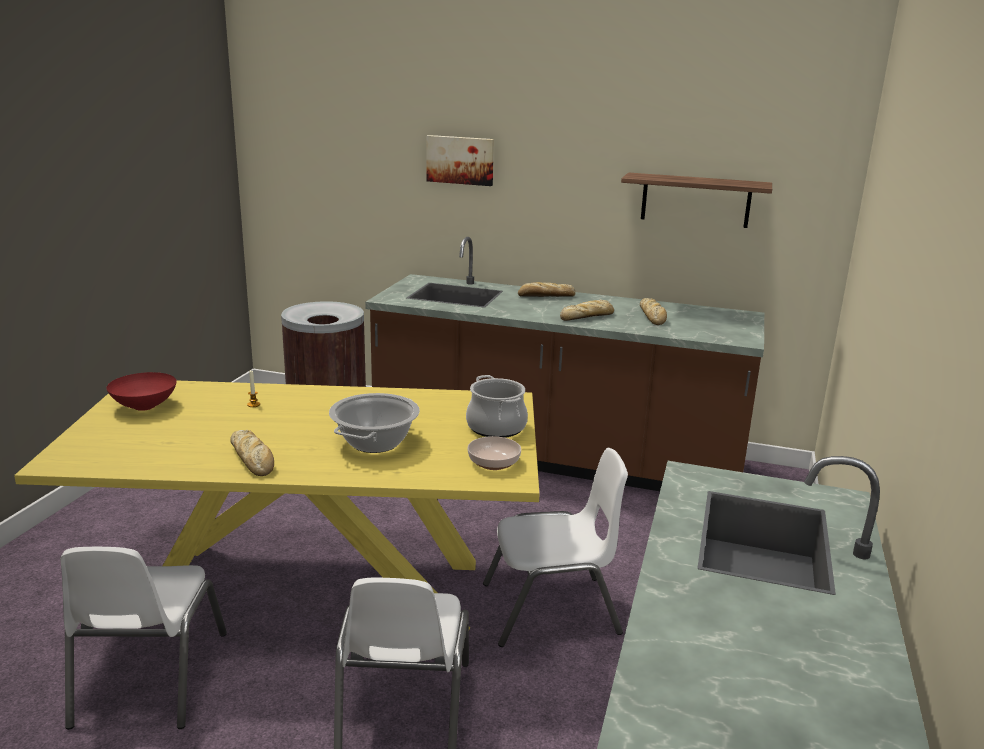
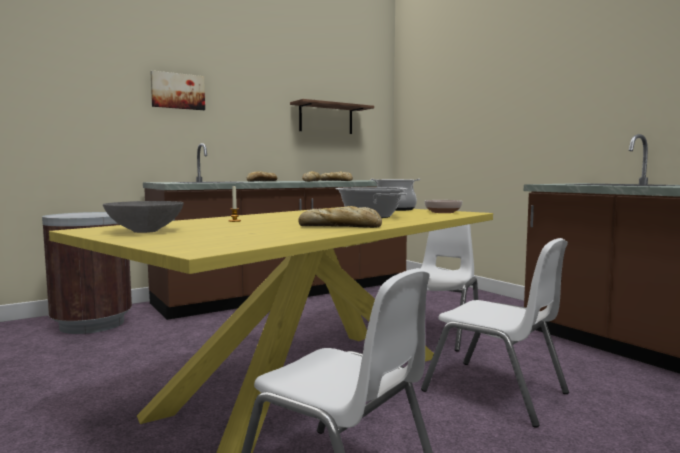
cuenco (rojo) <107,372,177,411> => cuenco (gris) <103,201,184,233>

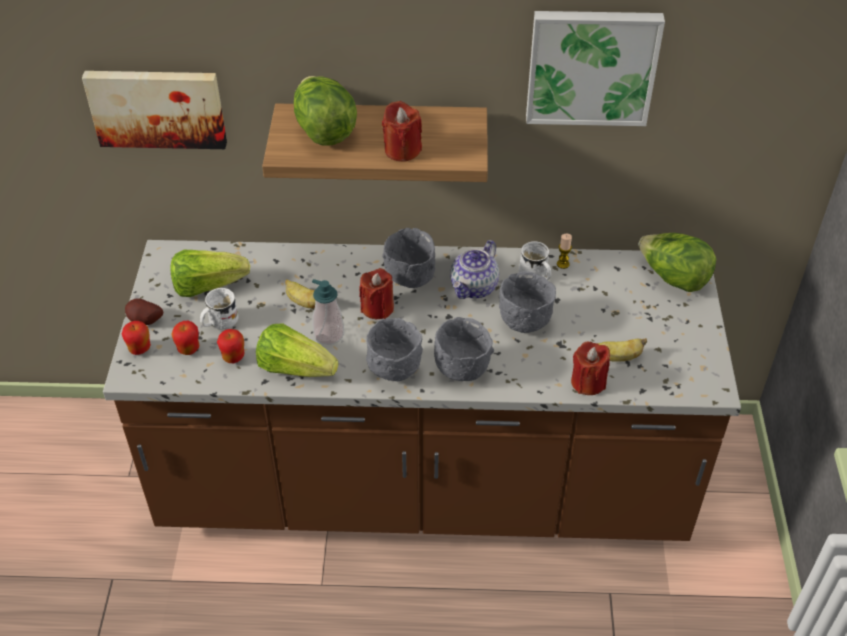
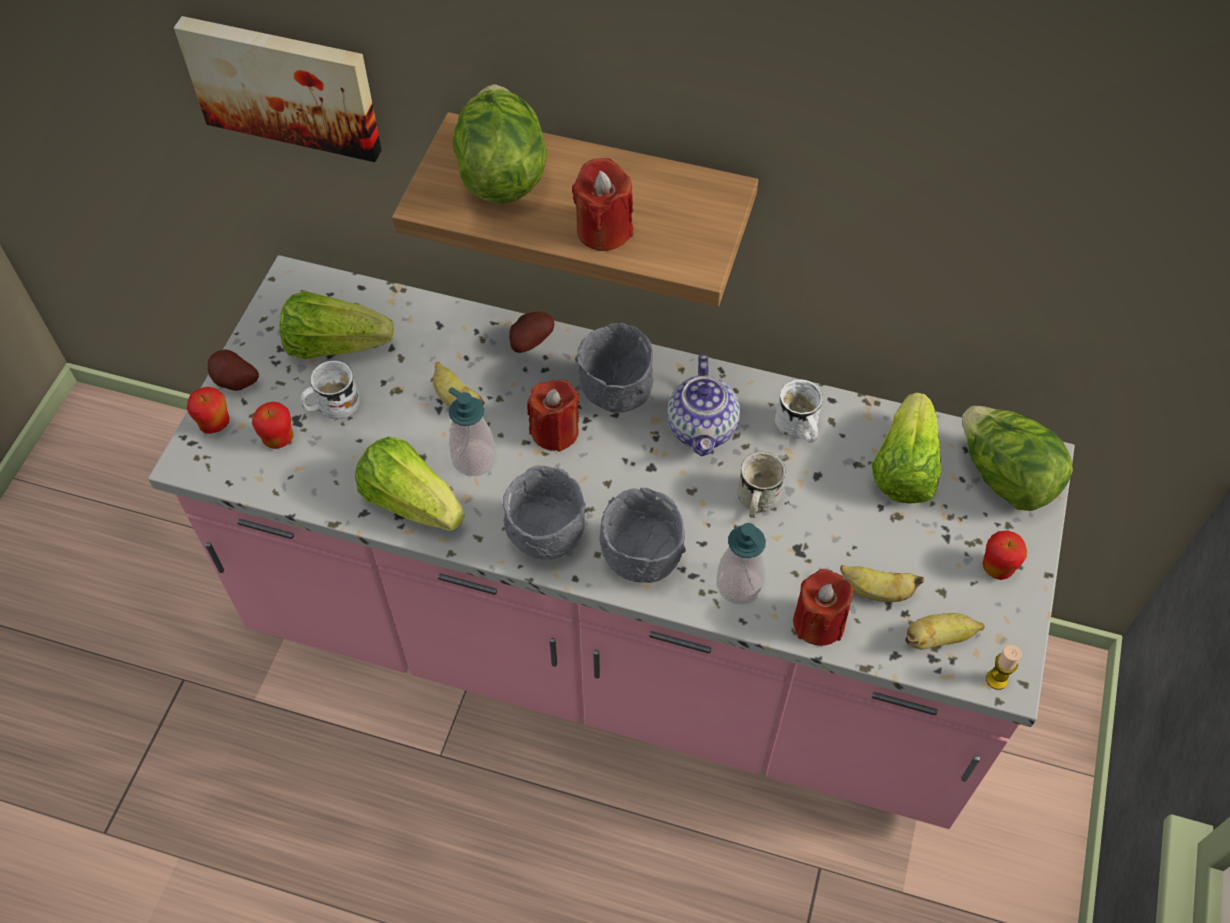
cuadro <526,11,665,126> => nothing
nothing => patata <509,312,555,353>
nothing => dispensador de jabón <716,523,766,605>
nothing => lechuga <872,392,941,504>
nothing => plátano <905,613,985,649>
manzana <217,329,244,363> => manzana <982,530,1027,580>, move
vela <557,234,572,269> => vela <986,645,1022,690>, move
cuenco (gris) <499,271,556,333> => taza grande (blanco) <737,452,786,518>
mueble bajo de cocina (marrón) <103,240,741,541> => mueble bajo de cocina (rosa) <148,255,1075,829>
tetera <450,240,499,299> => tetera <667,355,740,457>, 45 degrees counterclockwise

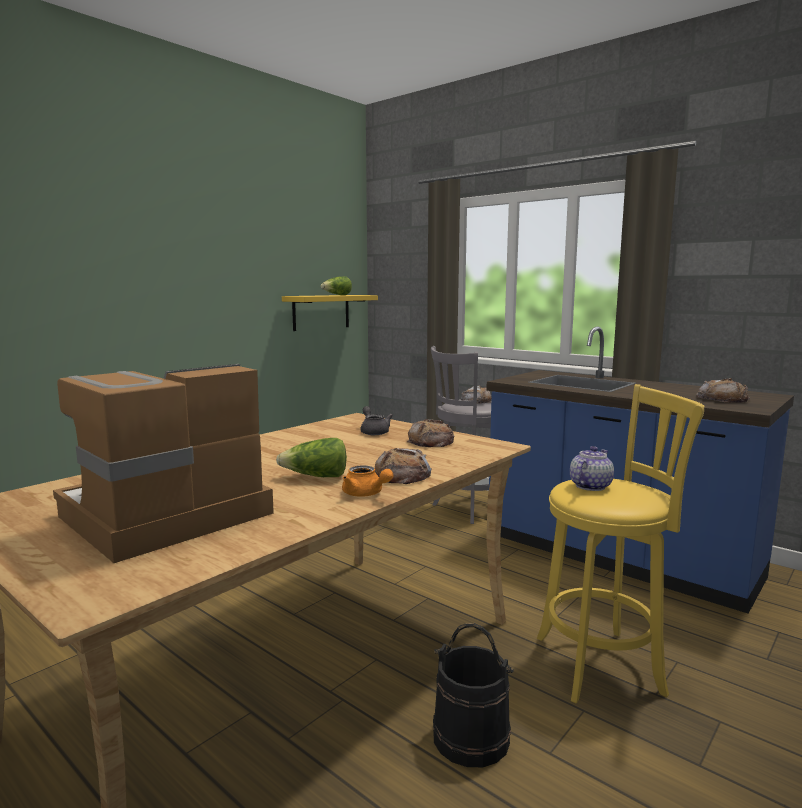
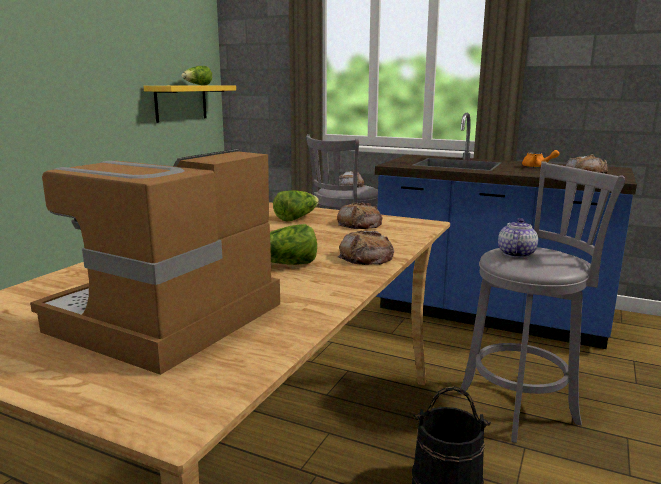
tetera (naranja) <342,465,394,497> => tetera (naranja) <522,150,560,168>, move
tetera (gris) <360,406,393,435> => lechuga <273,190,319,221>
taburete (amarillo) <537,384,705,703> => taburete (gris) <458,161,625,443>

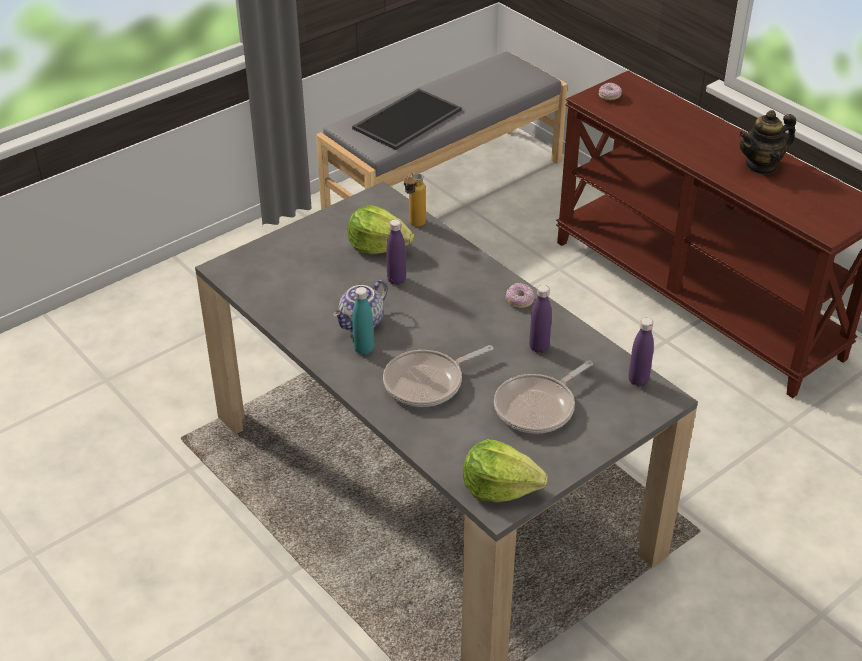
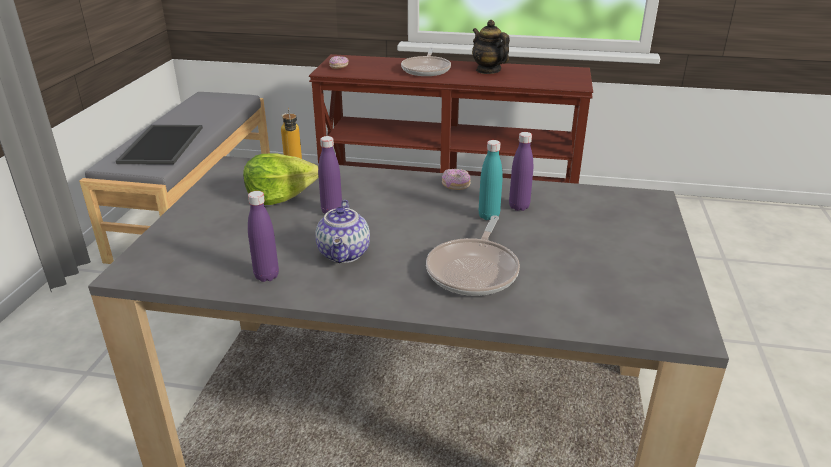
lechuga <463,439,548,502> => nothing
botella (turquesa) <352,287,374,355> => botella (turquesa) <479,140,503,220>, move
sartén <494,360,593,434> => sartén <401,48,451,76>, move
botella (morado) <629,318,654,387> => botella (morado) <248,191,279,282>, move
tetera <739,110,796,175> => tetera <472,20,510,74>, 120 degrees clockwise

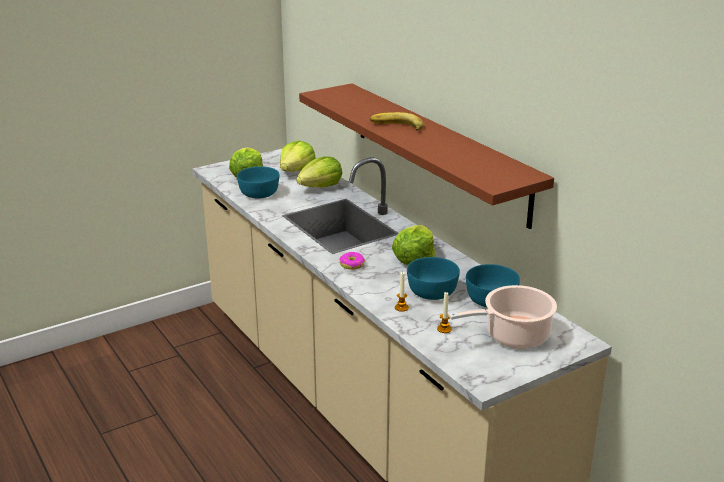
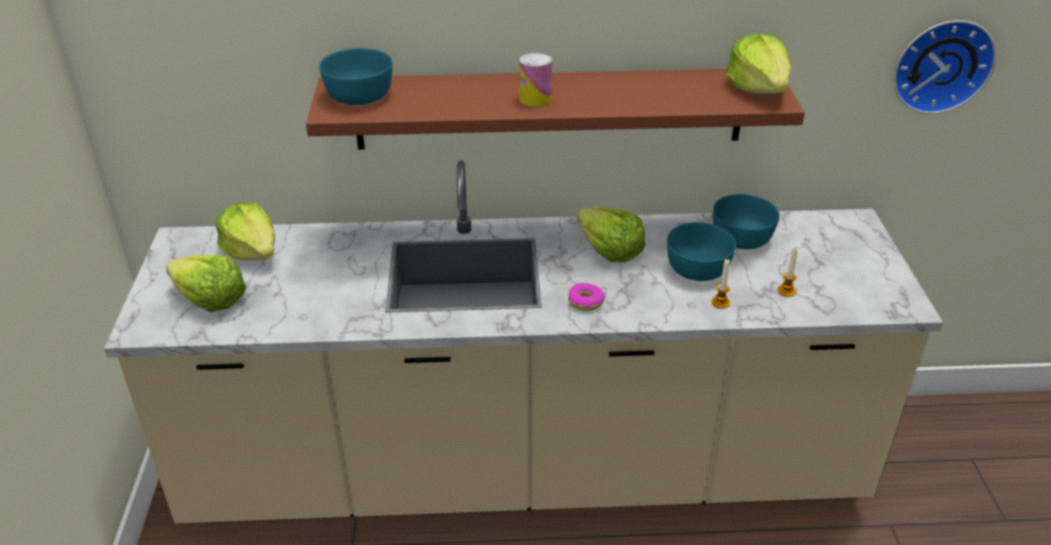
olla <448,285,557,349> => nothing
nothing => reloj de pared <894,20,996,114>
cuenco (turquesa) <237,166,279,198> => cuenco (turquesa) <319,48,393,105>, move
lechuga <296,156,342,187> => lechuga <725,34,792,94>, move
plátano <370,112,424,131> => lata <519,53,552,107>

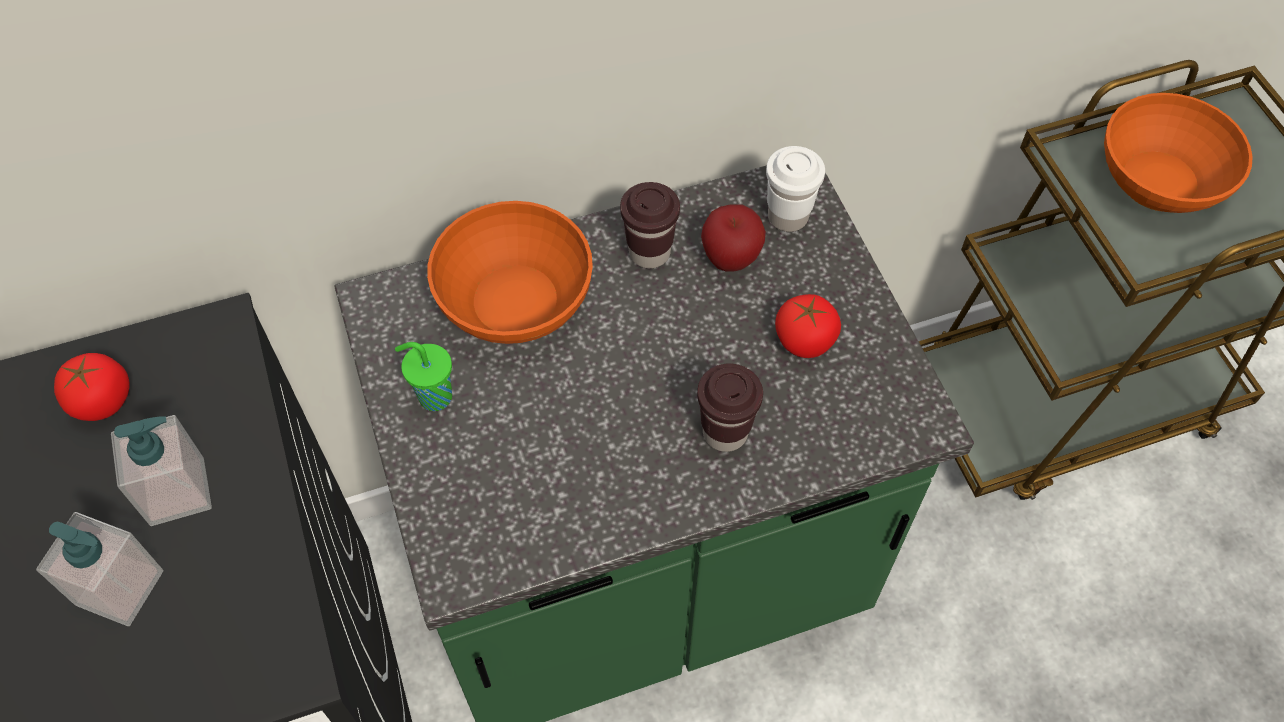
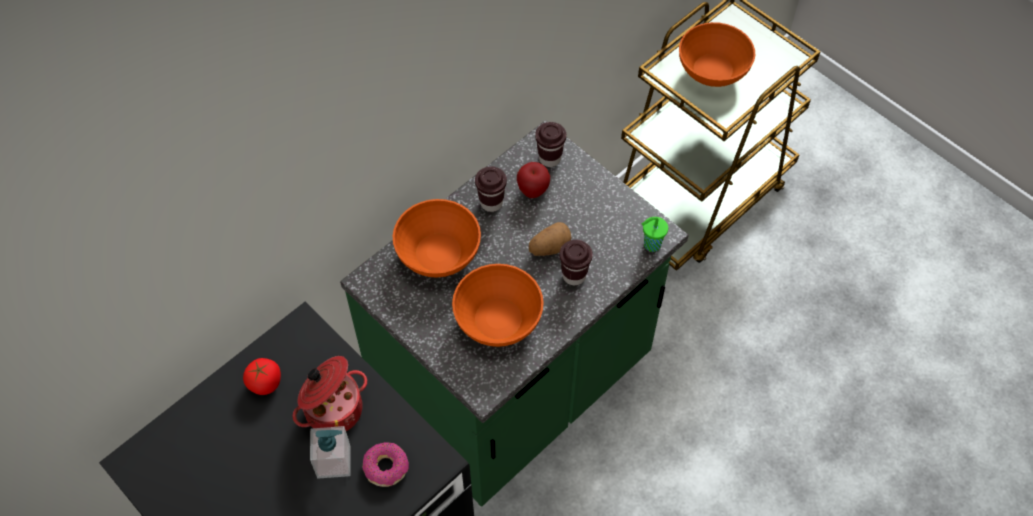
tomate <775,294,841,358> => nothing
nothing => rosquilla <363,443,409,487>
nothing => cuenco (naranja) <452,264,544,347>
nothing => patata <529,222,571,256>
taza (verde) <395,342,452,411> => taza (verde) <642,217,668,252>, move
dispensador de jabón <111,415,212,526> => olla <293,356,367,431>
taza (blanco) <766,146,825,232> => taza (marrón) <535,122,566,167>

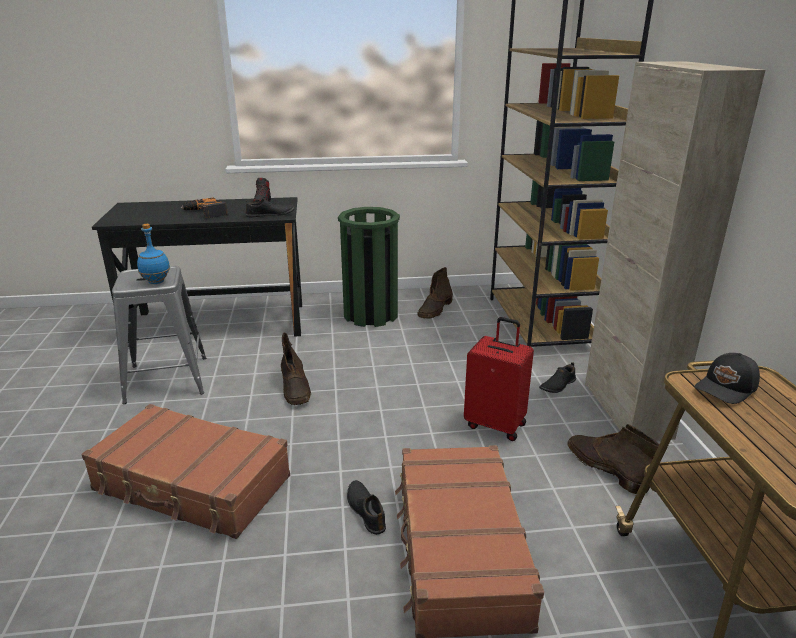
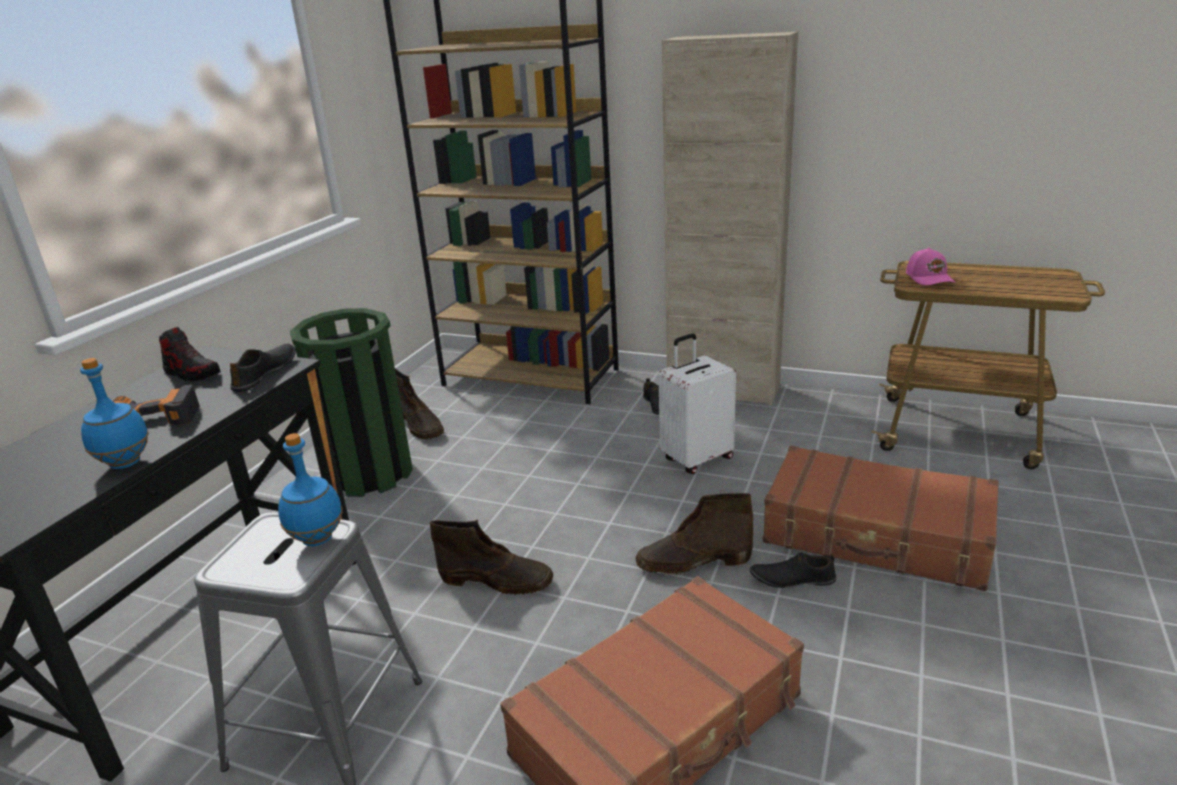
nothing => botella (azul) <80,358,149,469>
bota (marrón) <567,424,659,494> => bota (marrón) <635,493,753,575>, move
maleta (rojo) <464,317,534,441> => maleta (blanco) <658,334,736,474>
gorra (negro) <694,353,760,404> => gorra (rosa) <906,248,955,285>

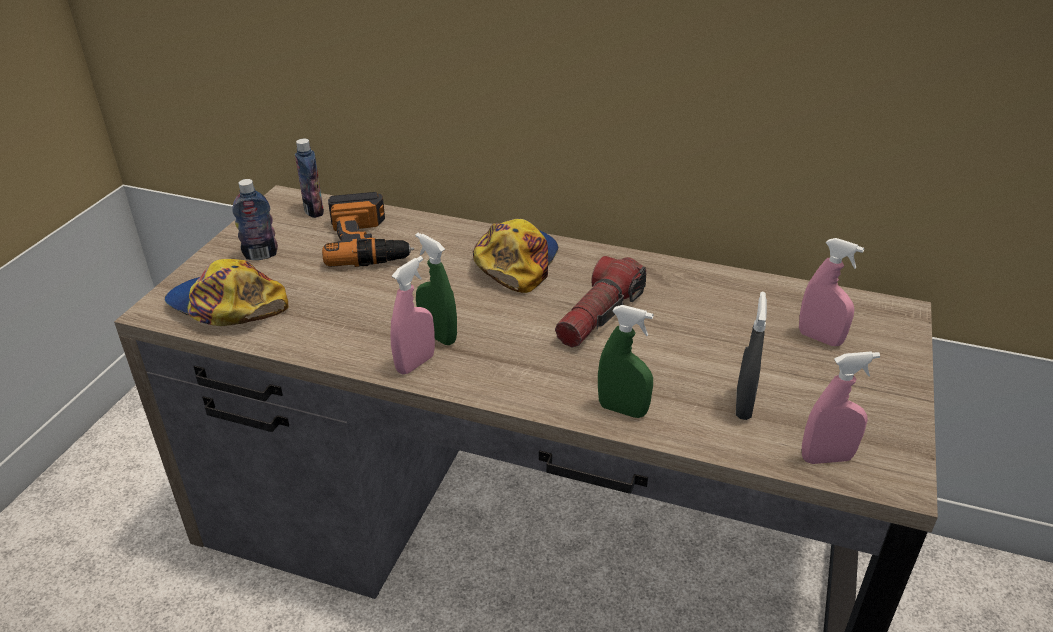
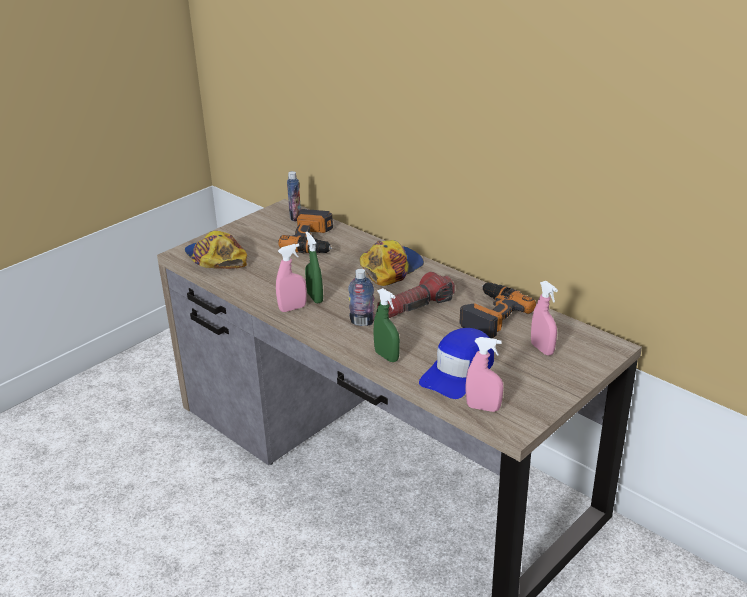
nothing => taladro <459,282,536,338>
botella <232,179,278,260> => botella <348,269,375,326>, move
pulverizador (gris) <736,292,767,420> => gorra (azul) <419,328,494,399>

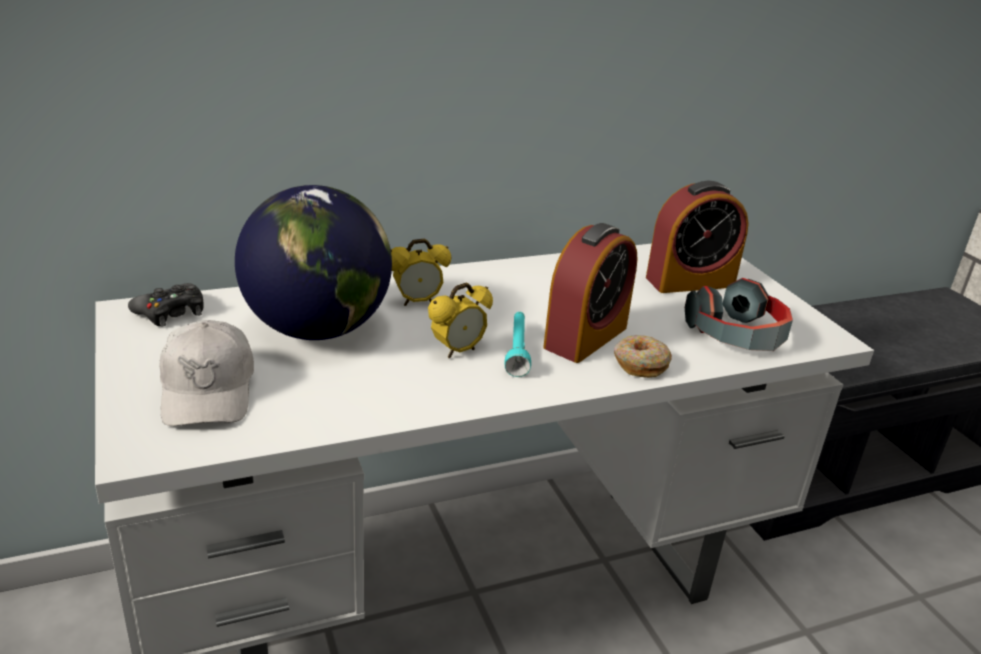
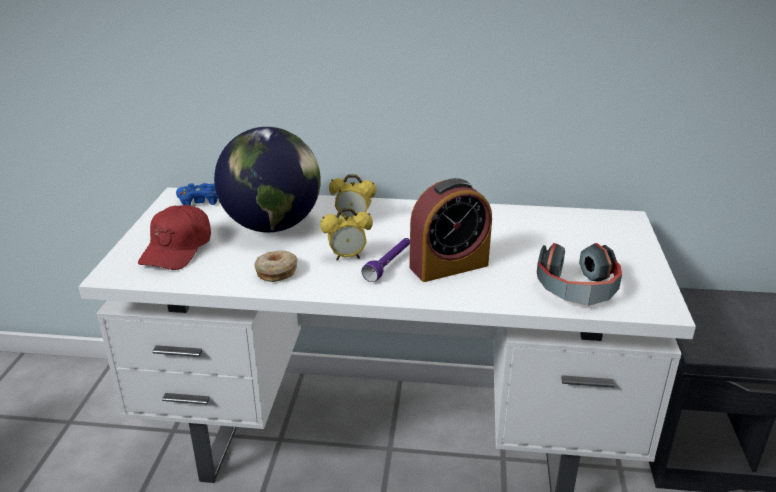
despertador <646,181,749,293> => nothing
rosquilla <614,335,672,378> => rosquilla <254,250,298,282>, move
mando de consola (negro) <128,283,204,327> => mando de consola (azul) <176,183,218,205>
gorra (blanco) <160,320,254,426> => gorra (rojo) <138,205,211,270>
linterna (turquesa) <505,312,531,377> => linterna (morado) <362,238,410,282>

